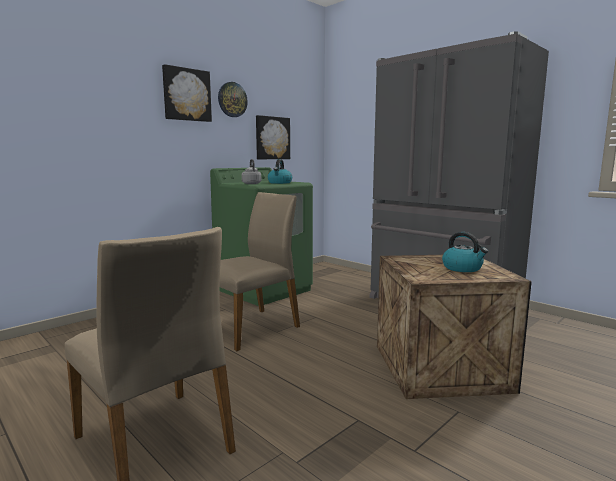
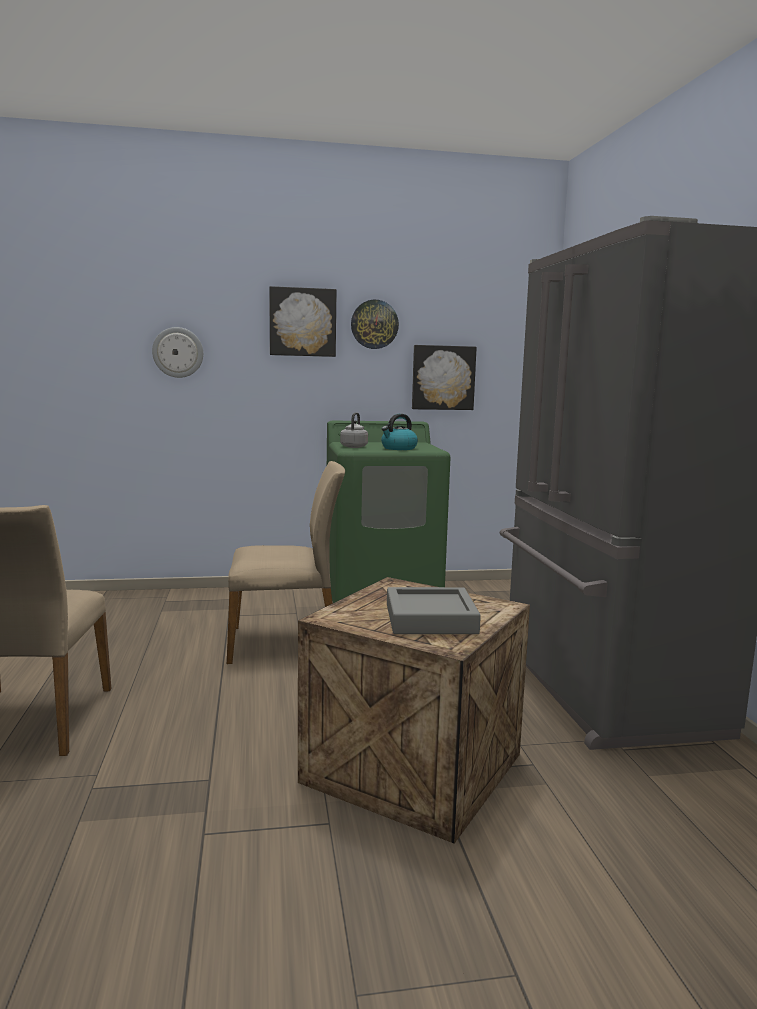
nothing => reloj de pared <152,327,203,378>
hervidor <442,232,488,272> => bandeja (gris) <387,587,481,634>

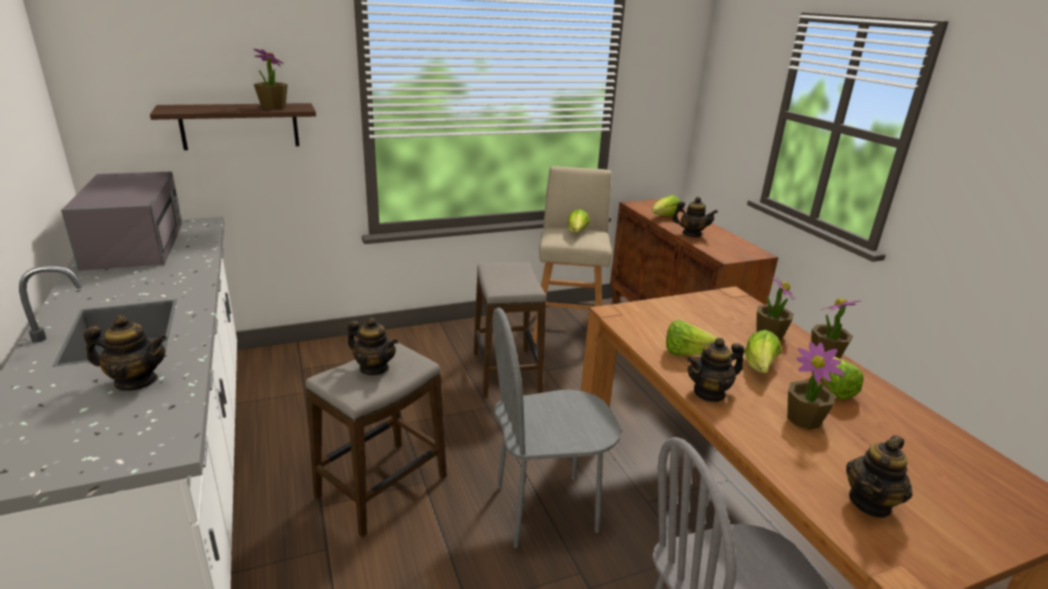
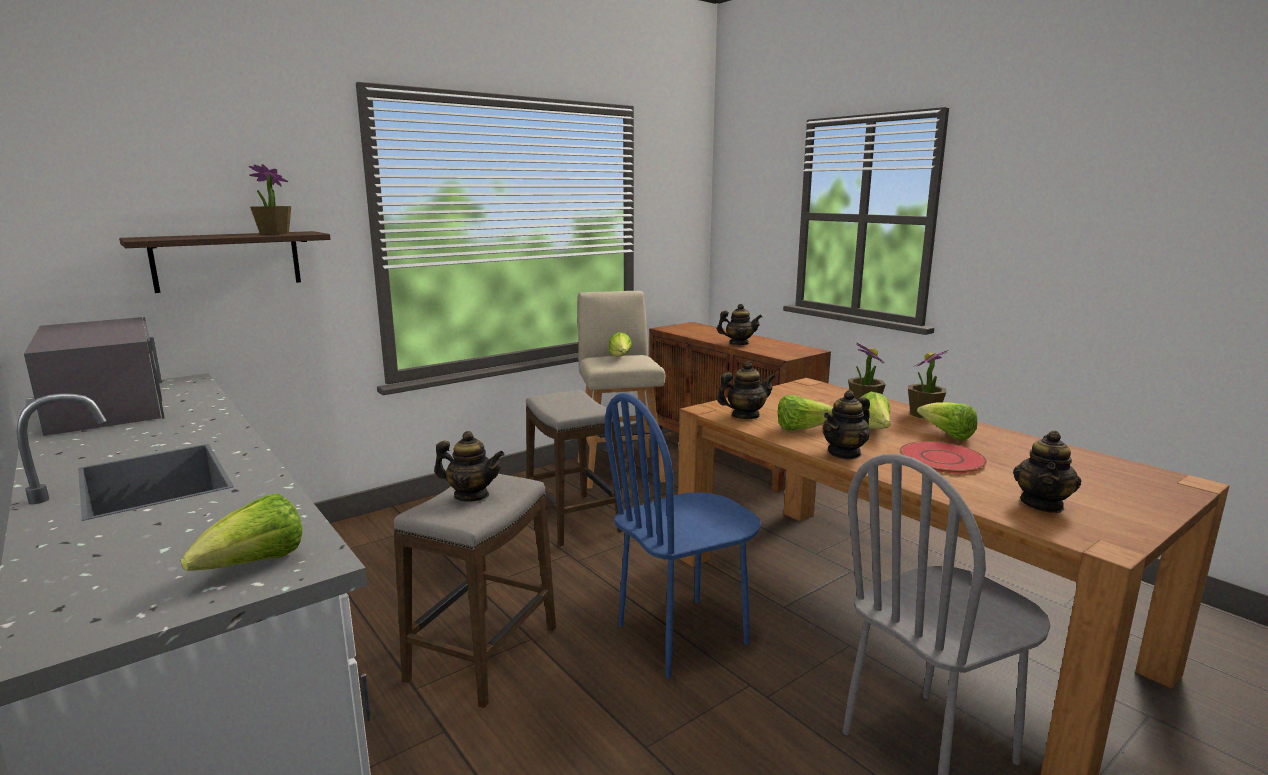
tetera <83,315,167,391> => tetera <717,361,775,419>, move
lechuga <652,195,681,216> => lechuga <181,493,302,571>, move
planta en maceta <787,342,844,430> => plato (rojo) <899,441,987,473>
silla (gris) <493,307,622,548> => silla (azul) <604,393,761,678>

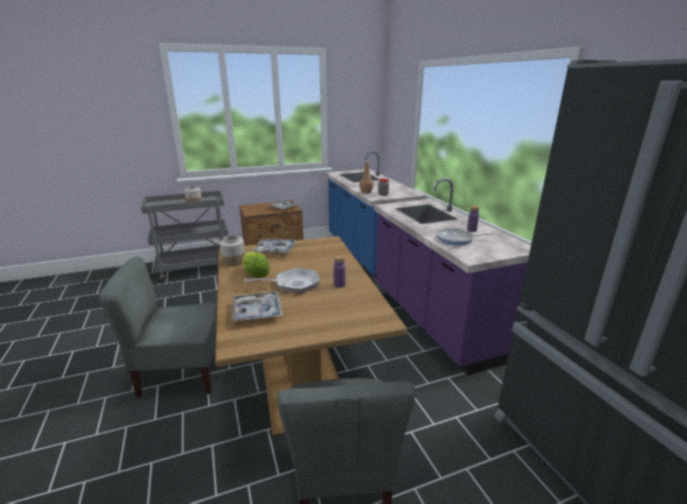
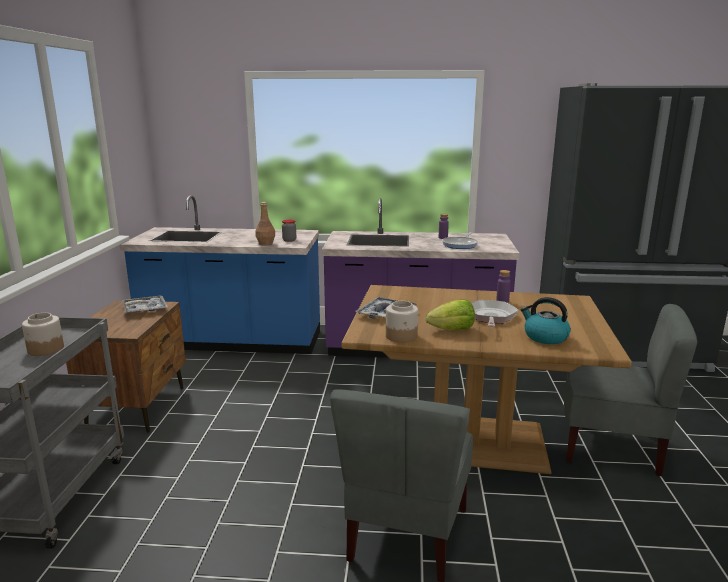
bandeja <232,291,283,322> => hervidor <521,297,571,344>

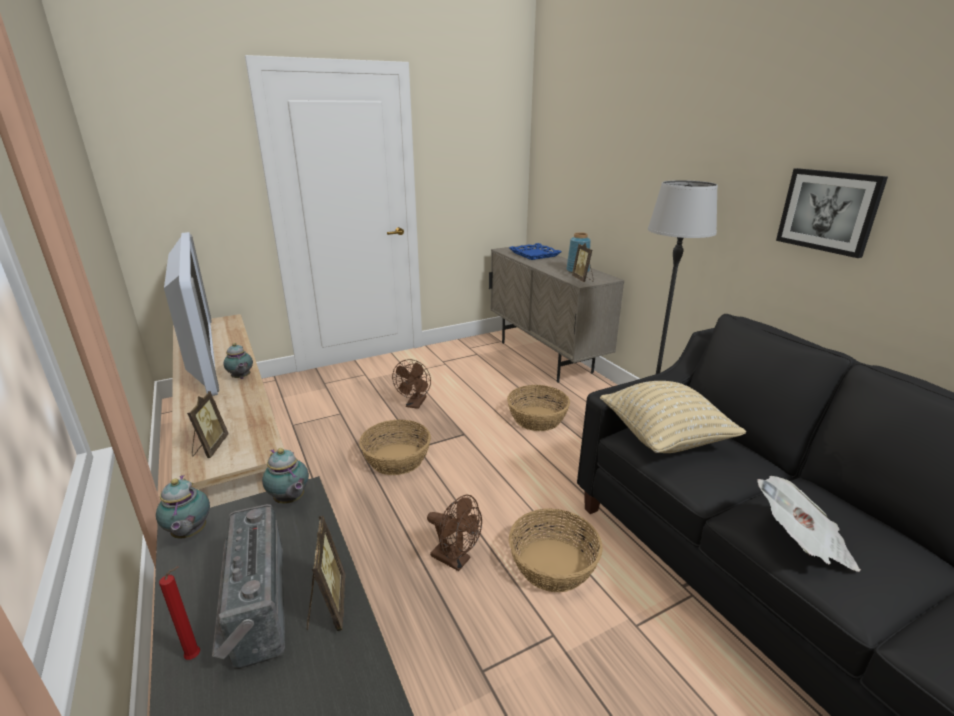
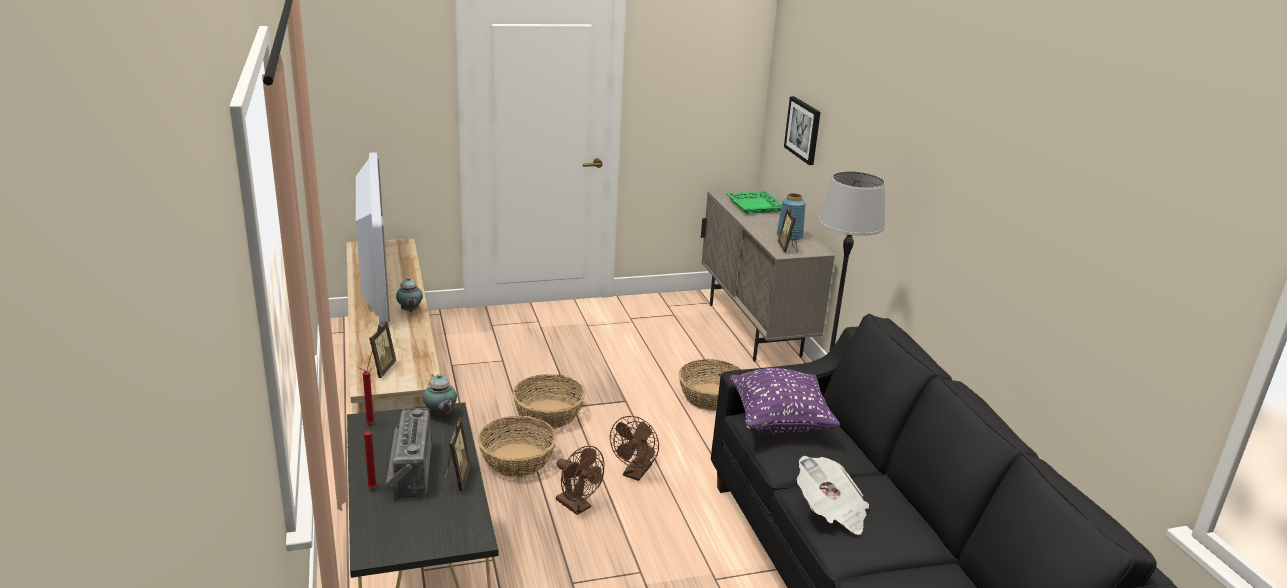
ventilador (marrón) <392,359,431,409> => ventilador (marrón) <610,416,659,481>, move
cesta <509,508,603,592> => cesta <478,416,557,478>, move
cuadro <776,168,888,258> => cuadro <784,96,821,165>, move
tetera <156,475,210,538> => vela (rojo) <358,367,375,425>
bandeja (azul) <509,243,562,260> => bandeja (verde) <726,191,782,214>
cojín (beis) <600,381,746,453> => cojín (morado) <730,368,840,434>

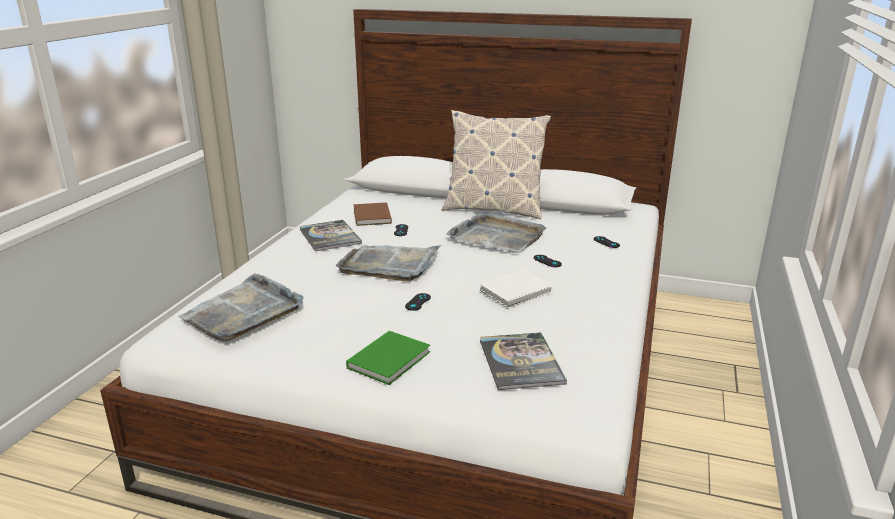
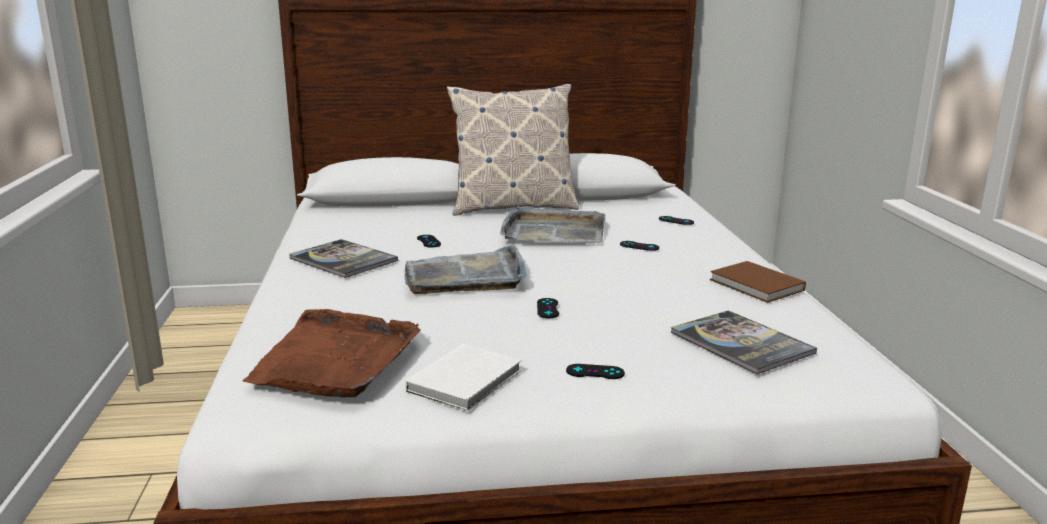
libro (marrón) <354,202,392,226> => libro (marrón) <710,261,806,303>, move
libro (blanco) <480,270,553,308> => libro (blanco) <405,344,522,411>, move
libro (verde) <346,331,430,385> => mando de consola (negro) <566,364,625,379>
bandeja (gris) <178,274,303,342> => bandeja (marrón) <243,309,421,397>

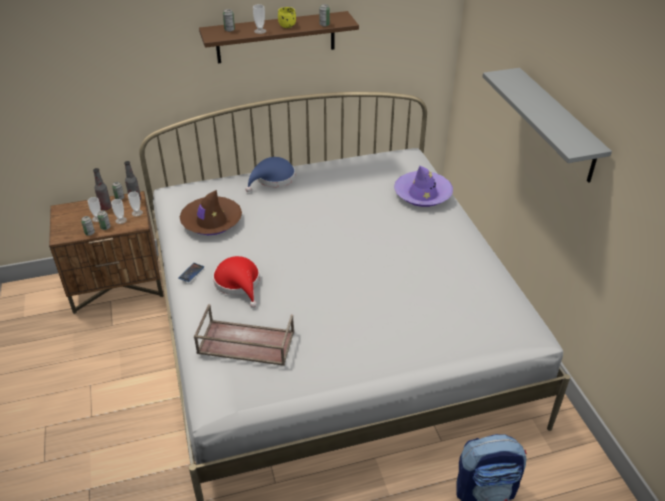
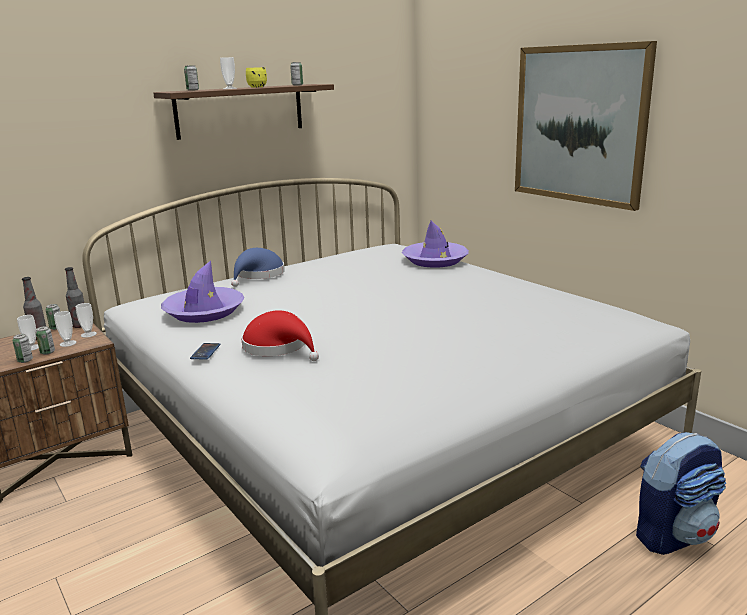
bandeja (marrón) <194,304,294,366> => nothing
estante (gris) <483,68,612,182> => cuadro <515,41,657,211>
sombrero (marrón) <180,190,242,235> => sombrero (morado) <161,261,244,323>

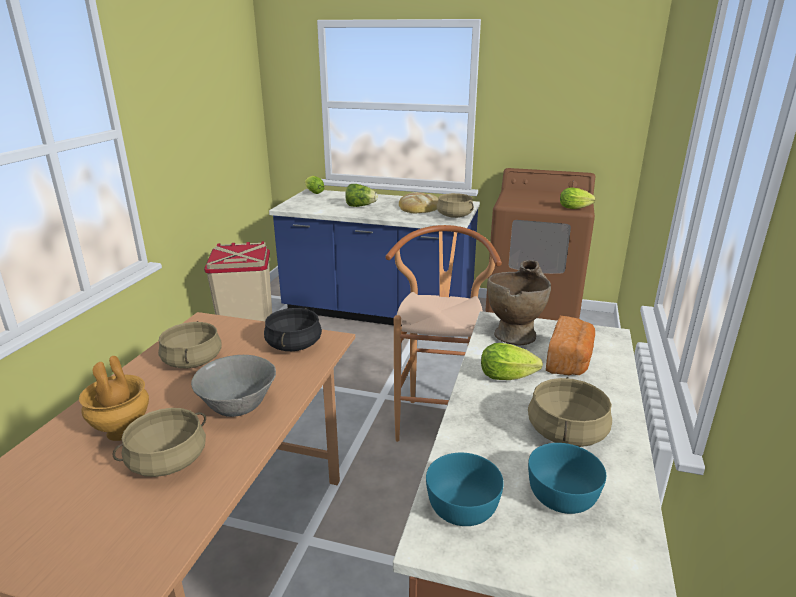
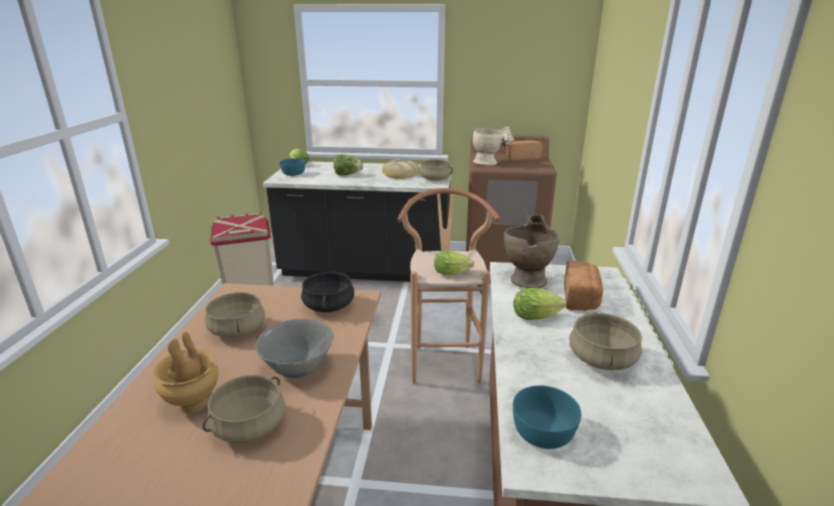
nothing => florero (beis) <473,127,514,166>
nothing => pan <506,140,542,161>
cuenco (turquesa) <528,443,606,514> => cuenco (turquesa) <280,158,305,176>, move
lechuga <560,187,596,209> => lechuga <434,251,474,275>, move
mueble bajo de cocina (azul) <269,189,480,326> => mueble bajo de cocina (negro) <263,161,452,282>

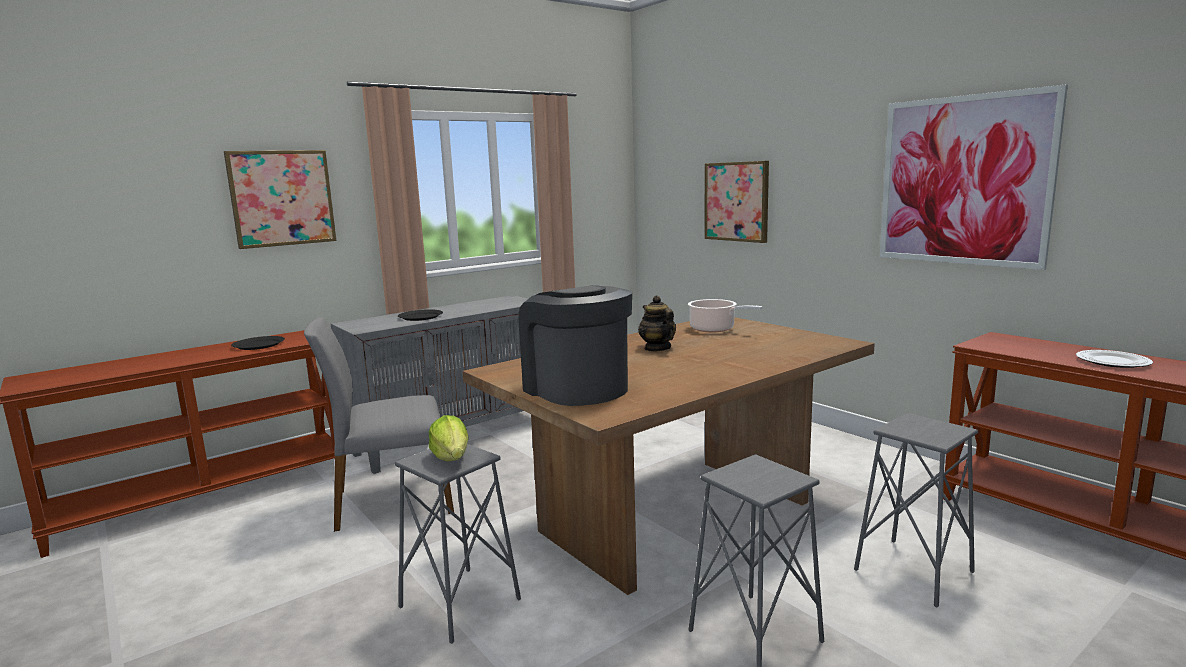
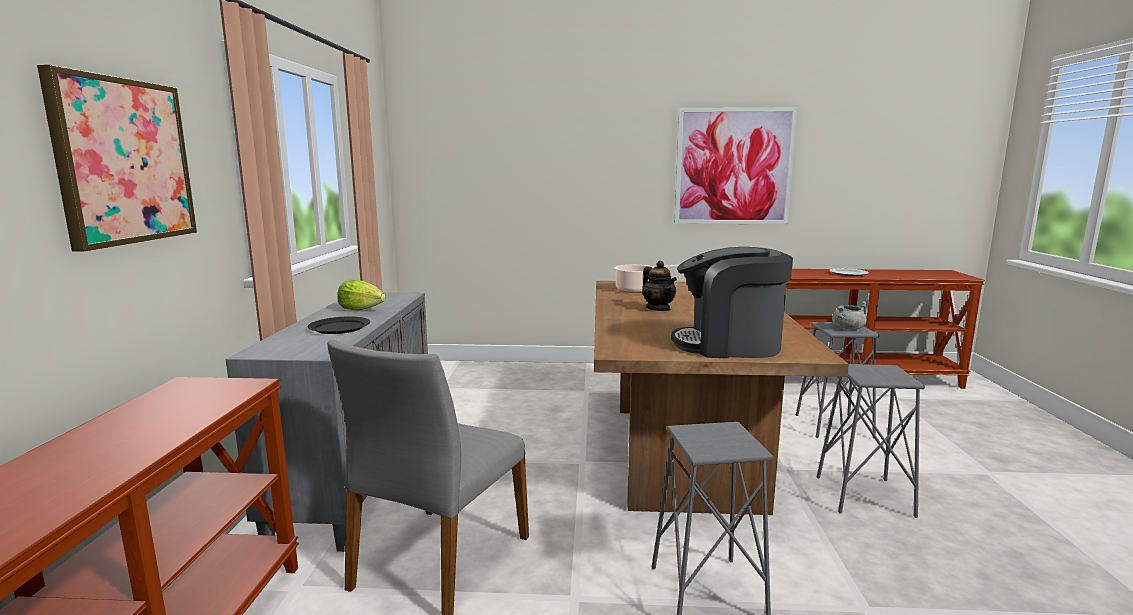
plato (negro) <231,336,285,350> => nothing
cuadro <705,161,769,243> => nothing
nothing => olla (gris) <832,301,868,330>
lechuga <429,415,469,461> => lechuga <337,280,386,311>, move
tetera <638,295,676,351> => tetera <642,261,677,311>, 135 degrees counterclockwise

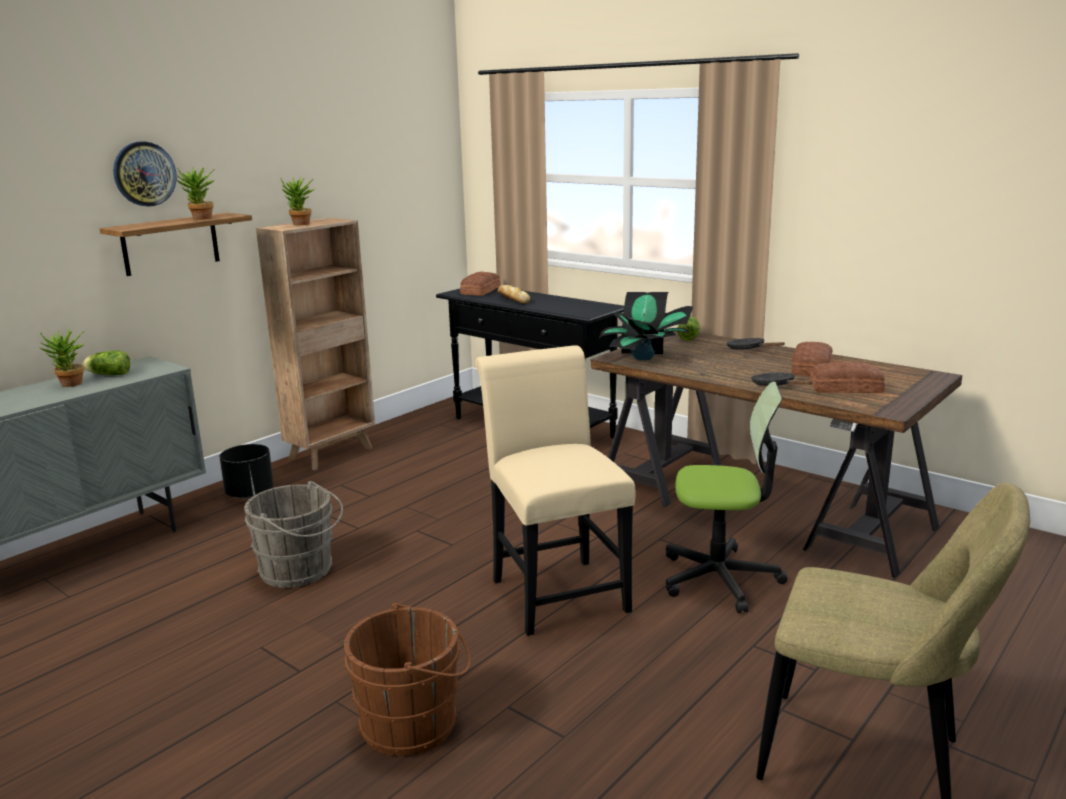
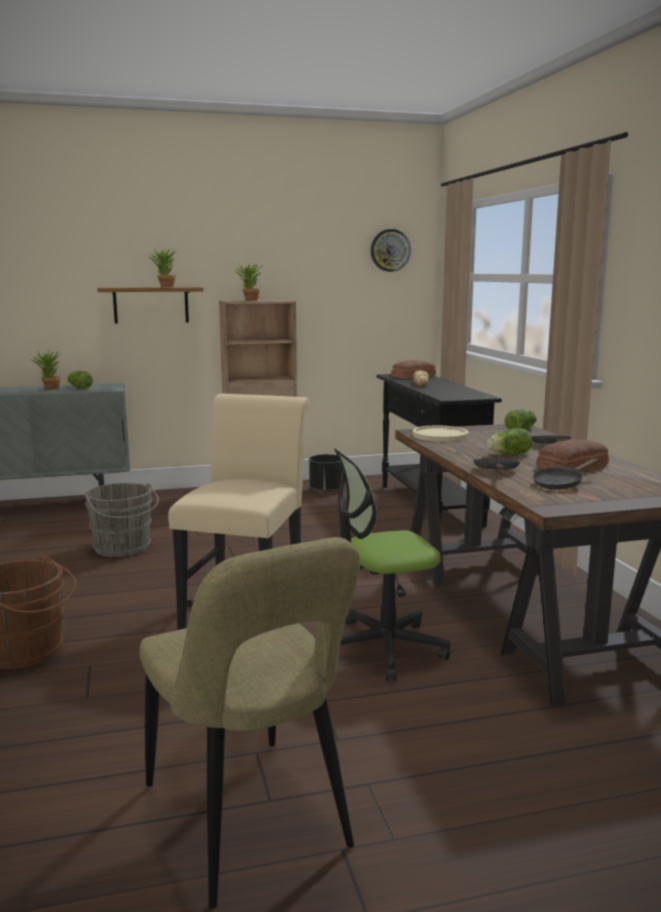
nothing => lechuga <487,429,532,454>
reloj de pared <113,141,177,207> => reloj de pared <370,229,411,272>, move
maceta (negro) <220,444,274,499> => maceta (negro) <309,454,343,492>, move
planta en maceta <599,292,693,360> => plato (beis) <413,425,468,442>
pan <810,362,885,393> => sartén (negro) <533,458,598,490>
silla de oficina <666,382,787,613> => silla de oficina <334,448,451,681>, 120 degrees clockwise

